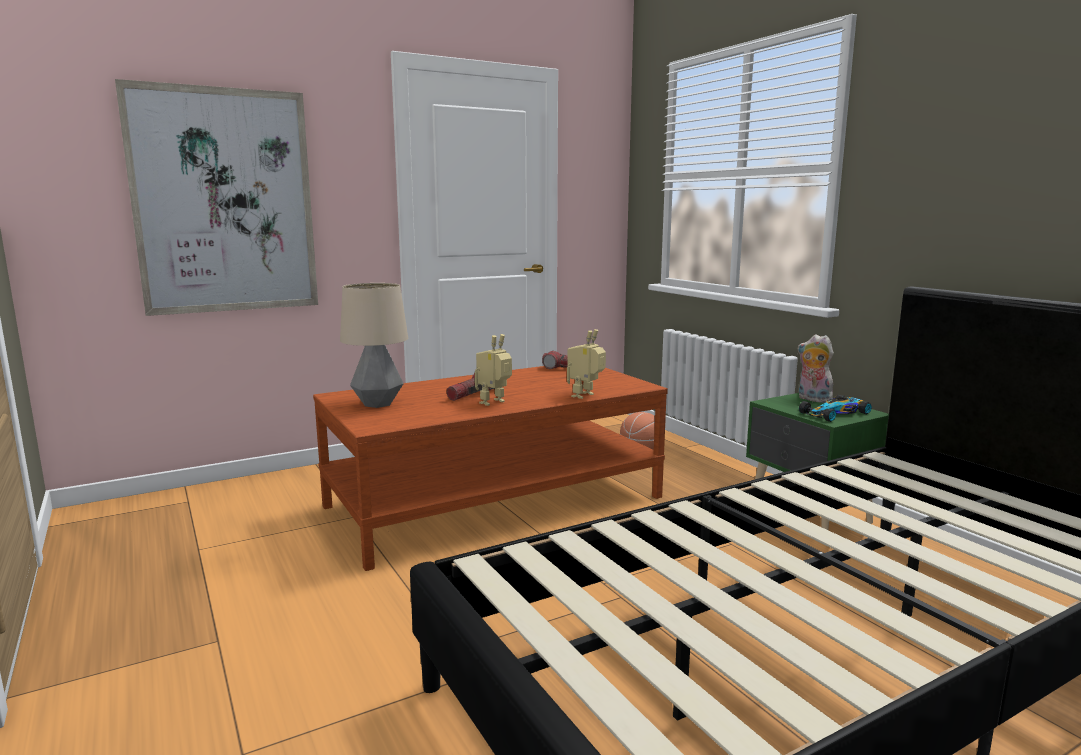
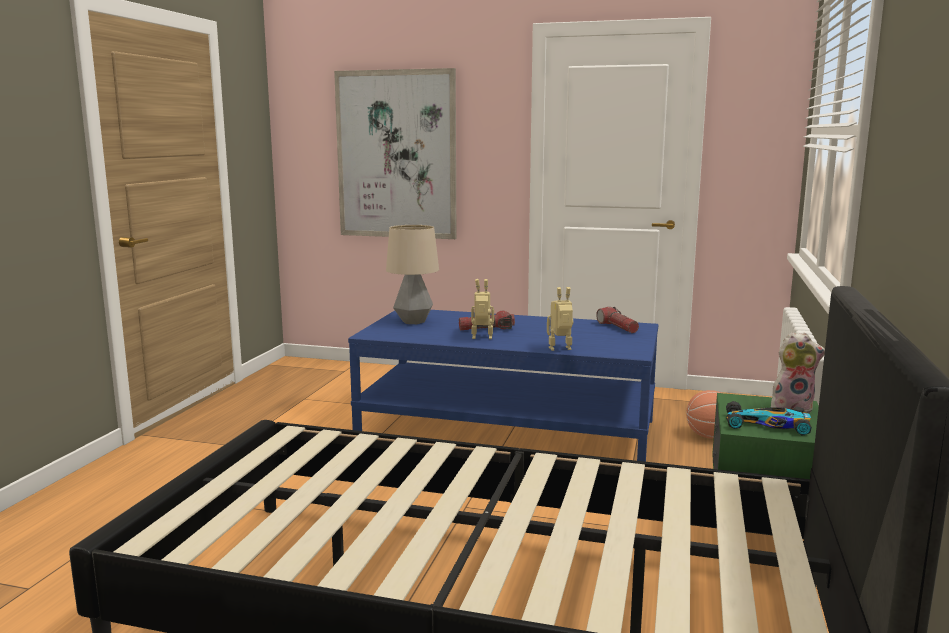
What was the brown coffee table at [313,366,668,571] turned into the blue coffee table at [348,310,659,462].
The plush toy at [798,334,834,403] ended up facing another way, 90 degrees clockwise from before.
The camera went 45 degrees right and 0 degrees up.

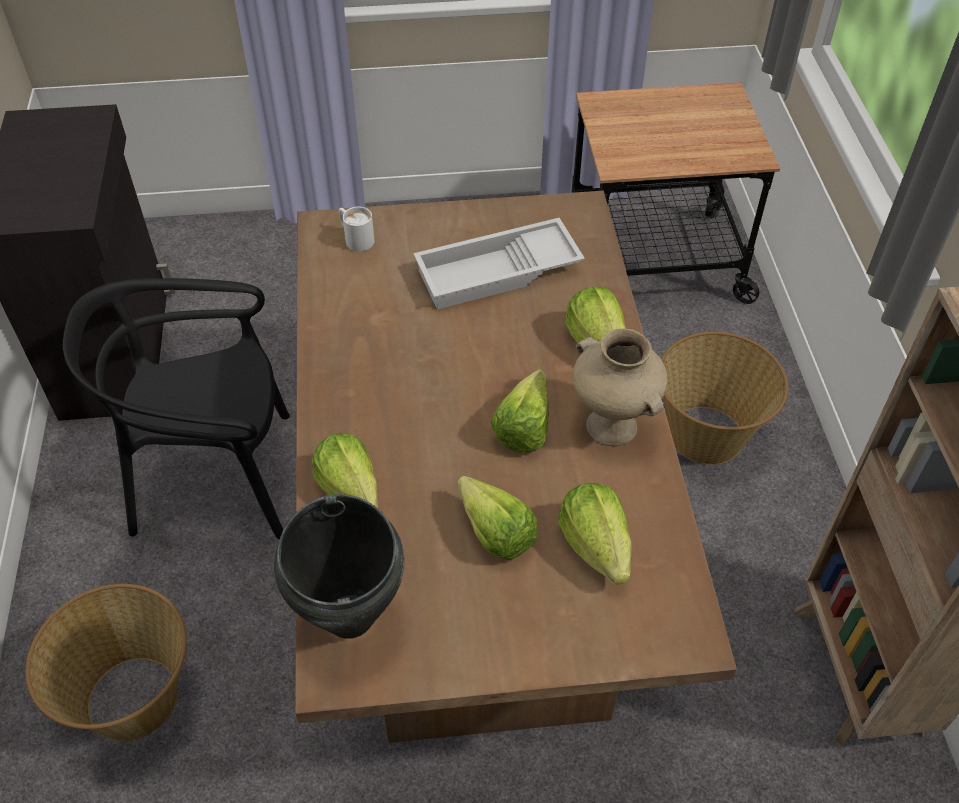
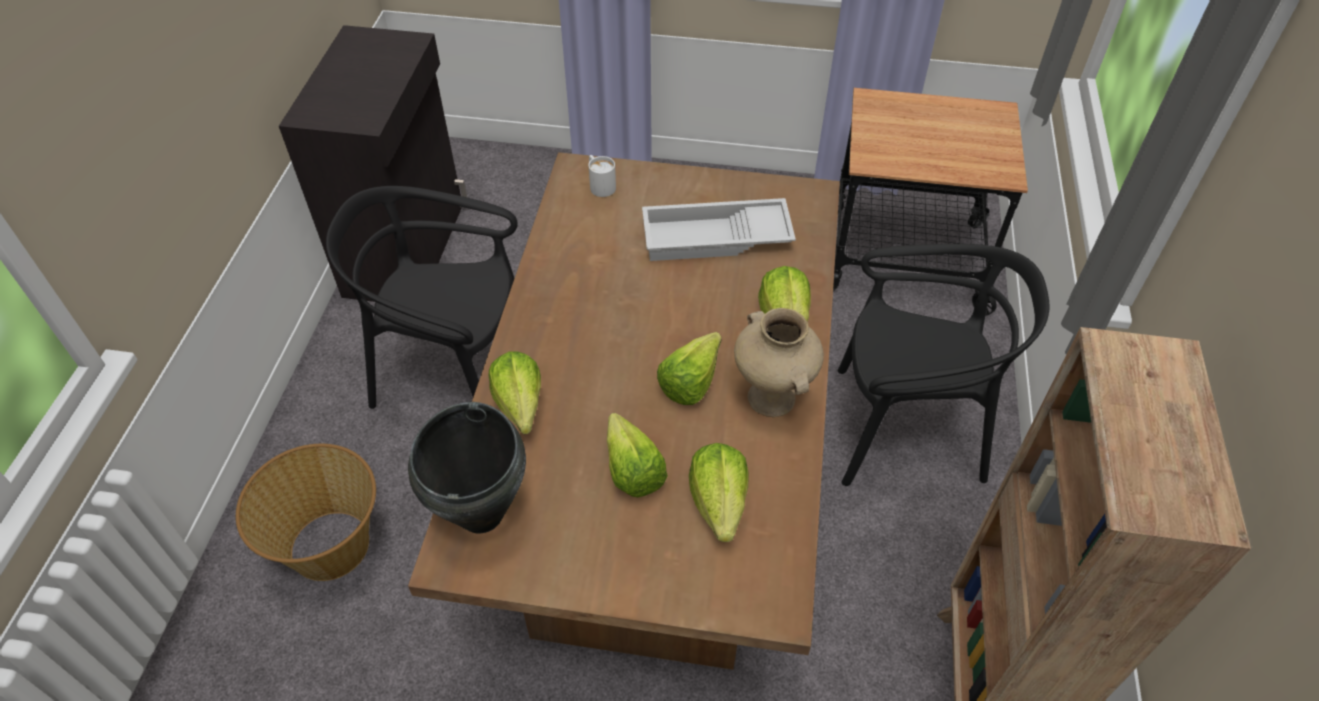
Where the basket stood at [661,332,788,465], the black chair came to stand at [837,244,1050,486].
The camera went 15 degrees right and 0 degrees up.

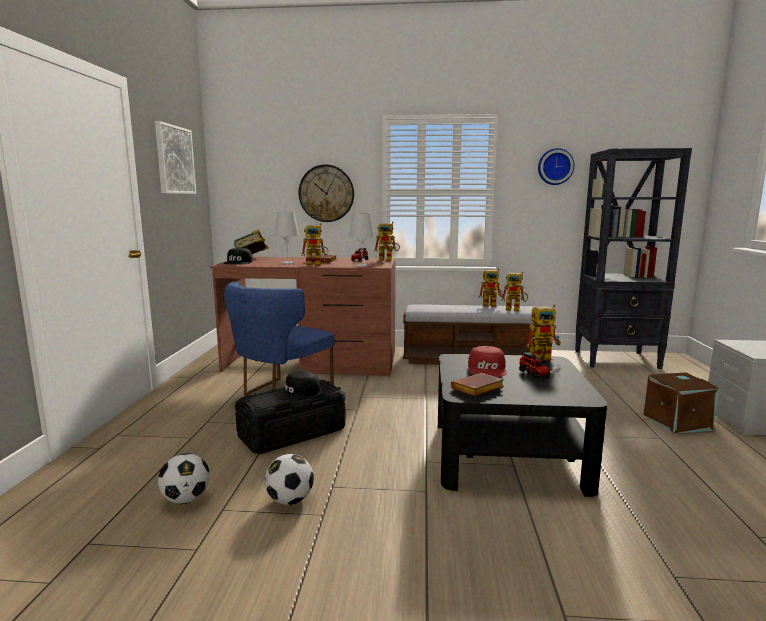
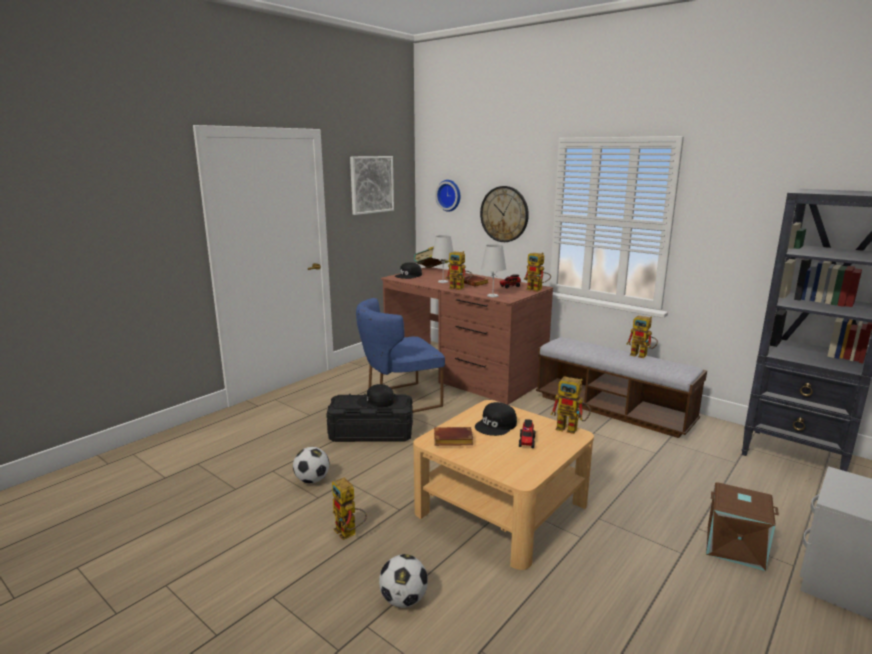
The toy robot ended up elsewhere, having gone from [501,272,528,311] to [332,478,367,540].
The football ended up elsewhere, having gone from [158,453,210,504] to [379,554,428,608].
What was the black coffee table at [438,354,608,497] turned into the beige coffee table at [413,400,594,570].
The wall clock ended up elsewhere, having gone from [538,148,574,185] to [435,180,460,212].
What was the red cap at [468,346,507,377] turned into the black cap at [475,402,517,436].
The camera went 35 degrees right and 5 degrees up.

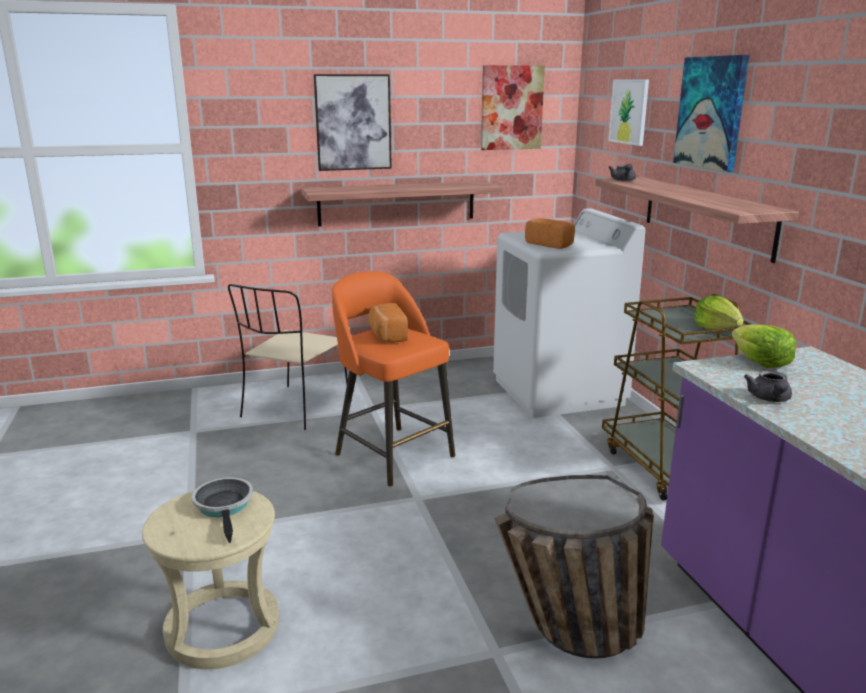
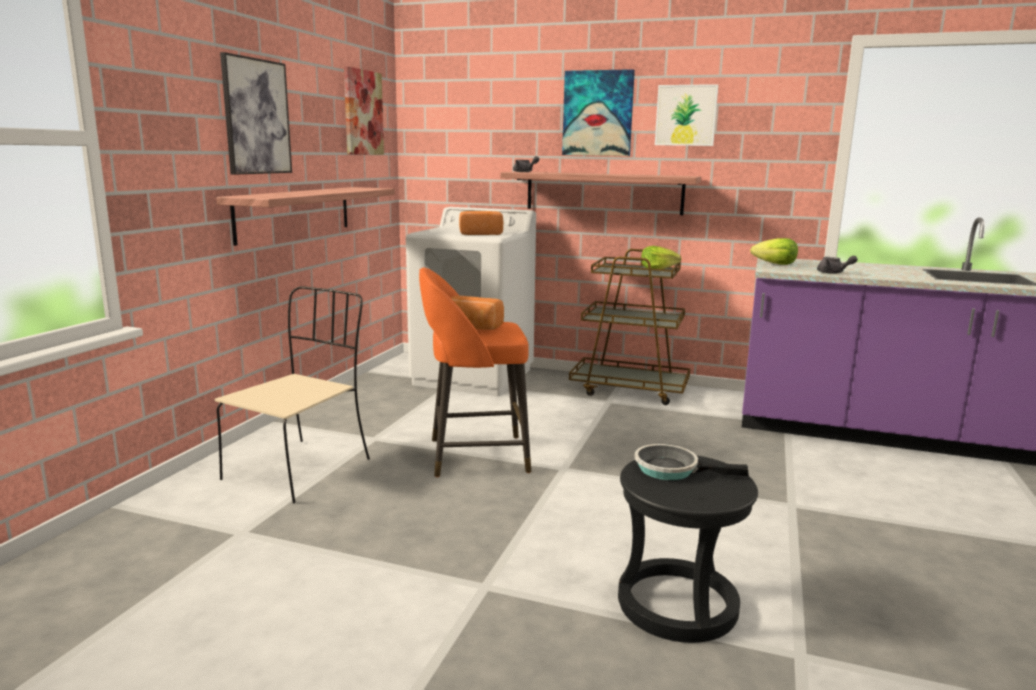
The beige chair at [228,284,348,430] ended up facing another way, 120 degrees counterclockwise from before.
What was the beige stool at [142,491,279,669] turned into the black stool at [618,456,758,643].
The picture ended up elsewhere, having gone from [608,80,649,146] to [655,84,718,146].
The second view lost the basket at [494,475,653,659].
The camera went 55 degrees left and 5 degrees down.

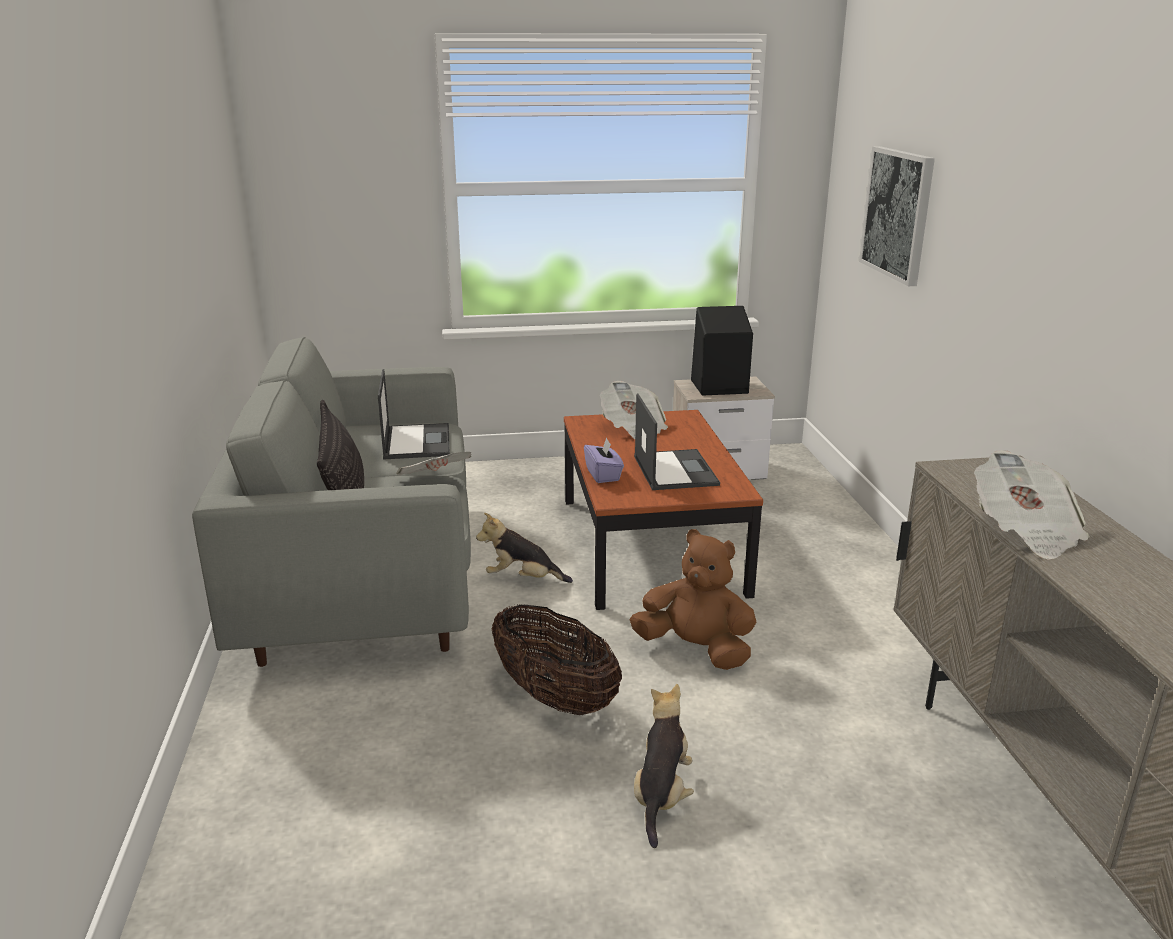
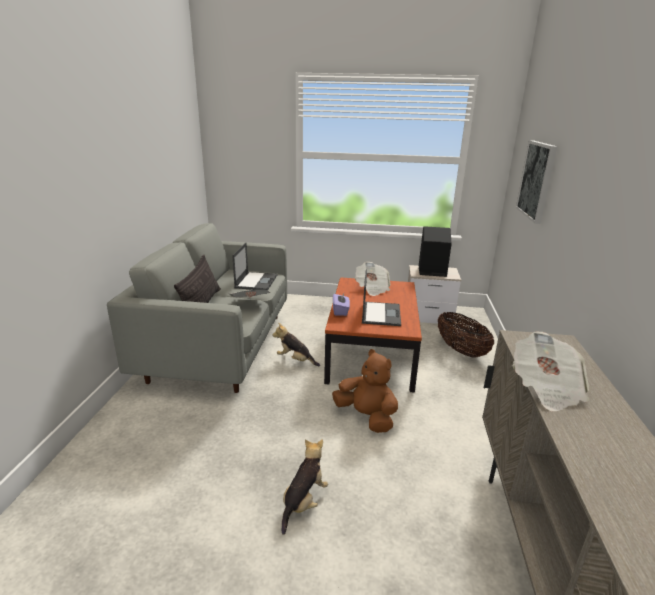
The basket ended up elsewhere, having gone from [492,604,622,715] to [437,312,494,358].
The camera went 15 degrees right and 0 degrees up.

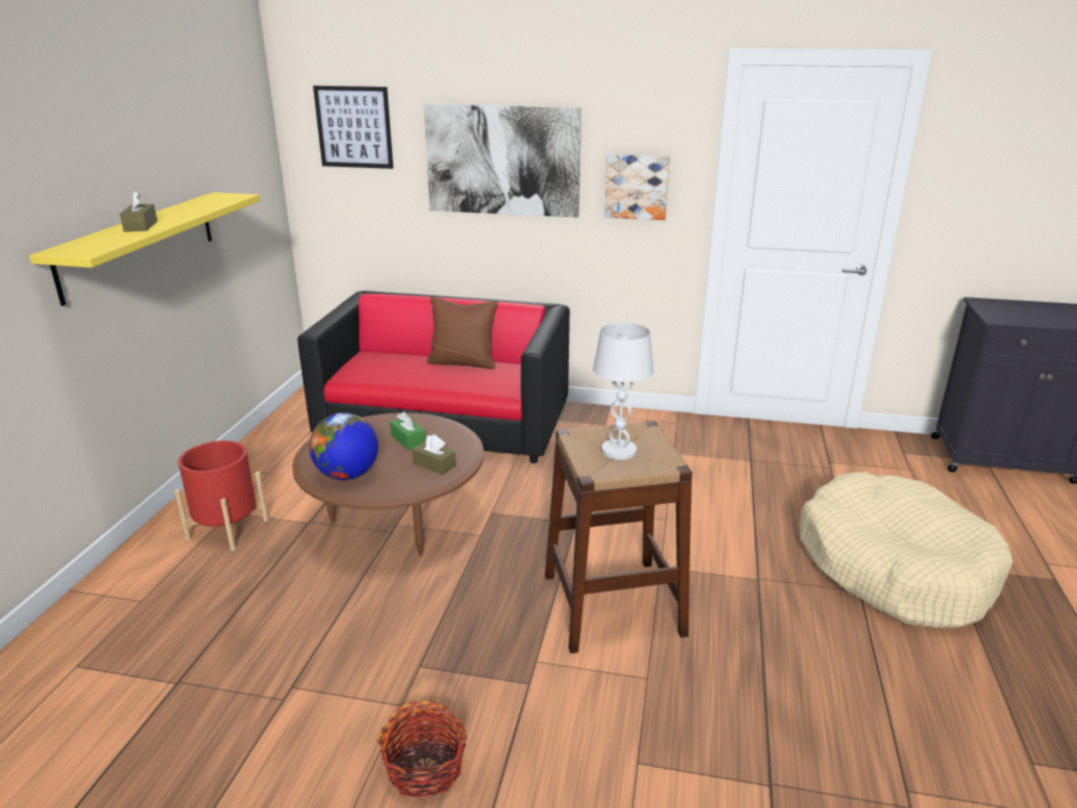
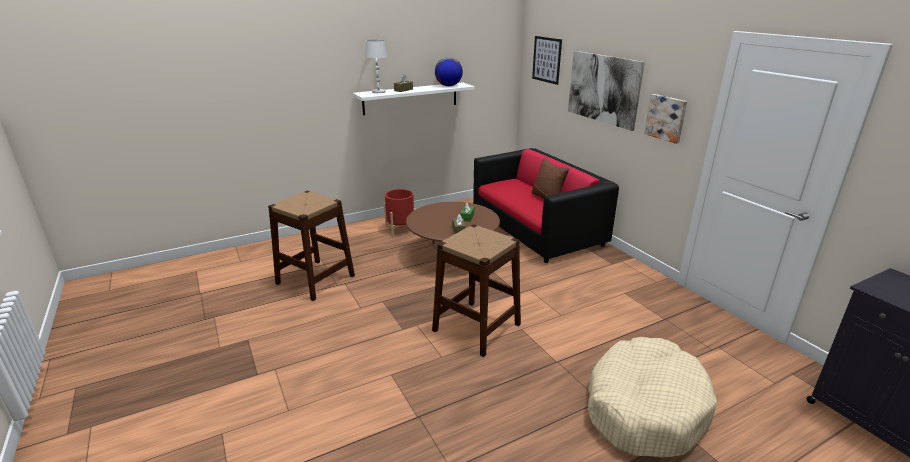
The second view gained the brown stool at [268,191,355,301].
What was the yellow shelf at [29,192,260,306] turned into the white shelf at [353,82,475,115].
The white table lamp ended up elsewhere, having gone from [593,323,654,460] to [365,40,388,93].
The globe ended up elsewhere, having gone from [309,413,378,480] to [435,57,463,86].
The second view lost the basket at [377,700,467,800].
The camera went 50 degrees right and 0 degrees up.

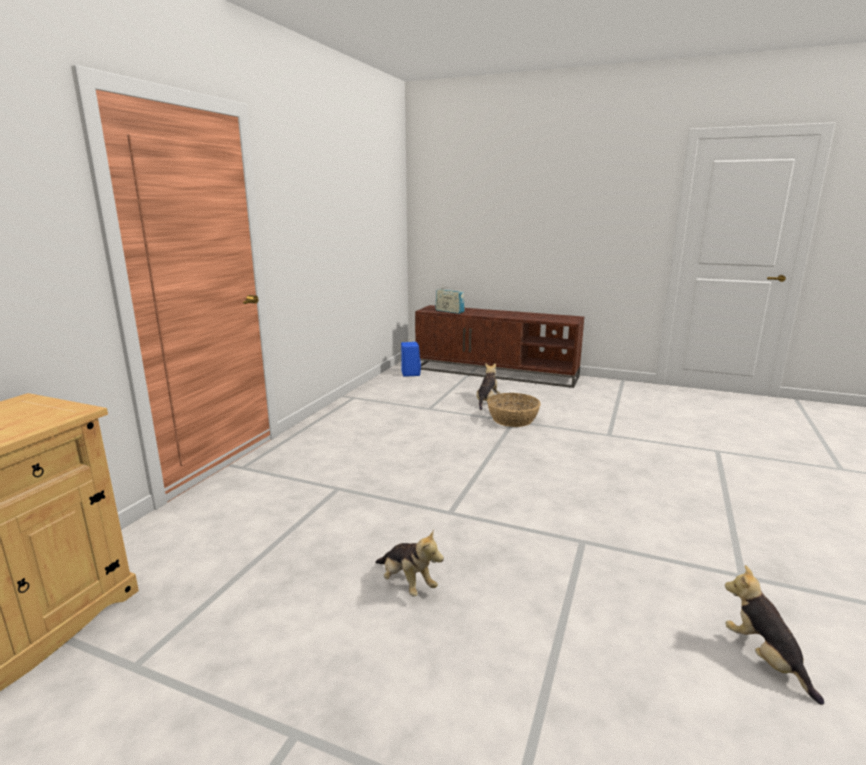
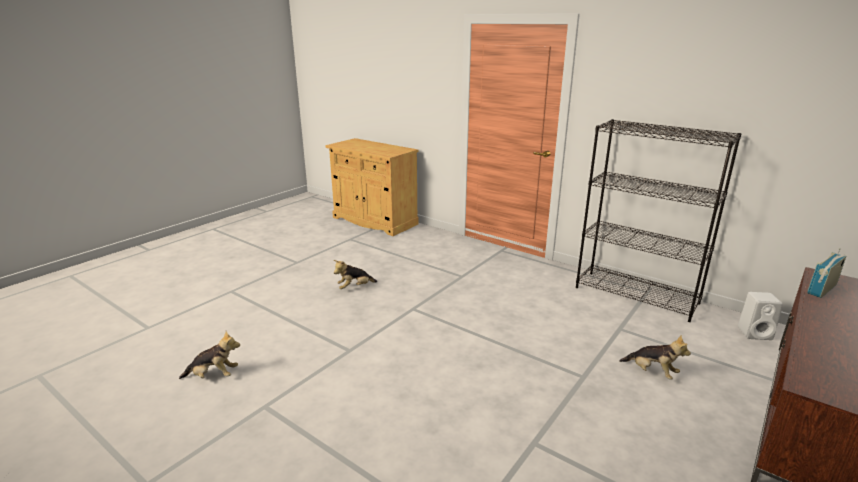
The second view gained the black bookcase at [576,119,741,322].
What was the blue speaker at [401,342,421,377] turned into the white speaker at [738,292,782,340].
The second view lost the basket at [487,393,541,427].
The camera went 105 degrees right and 5 degrees up.

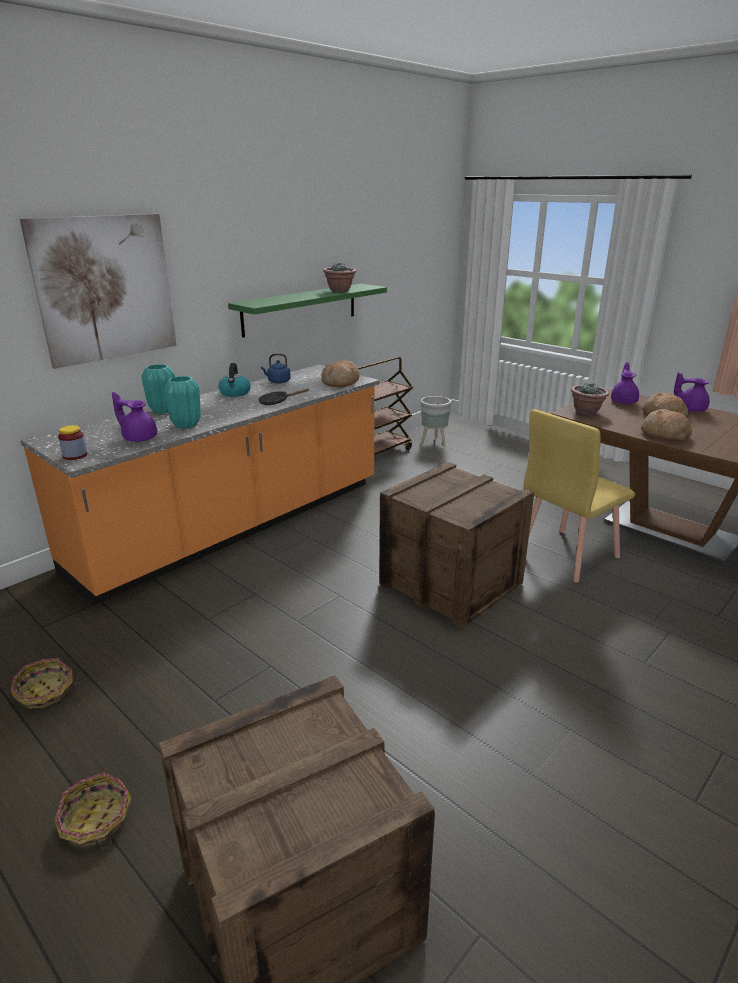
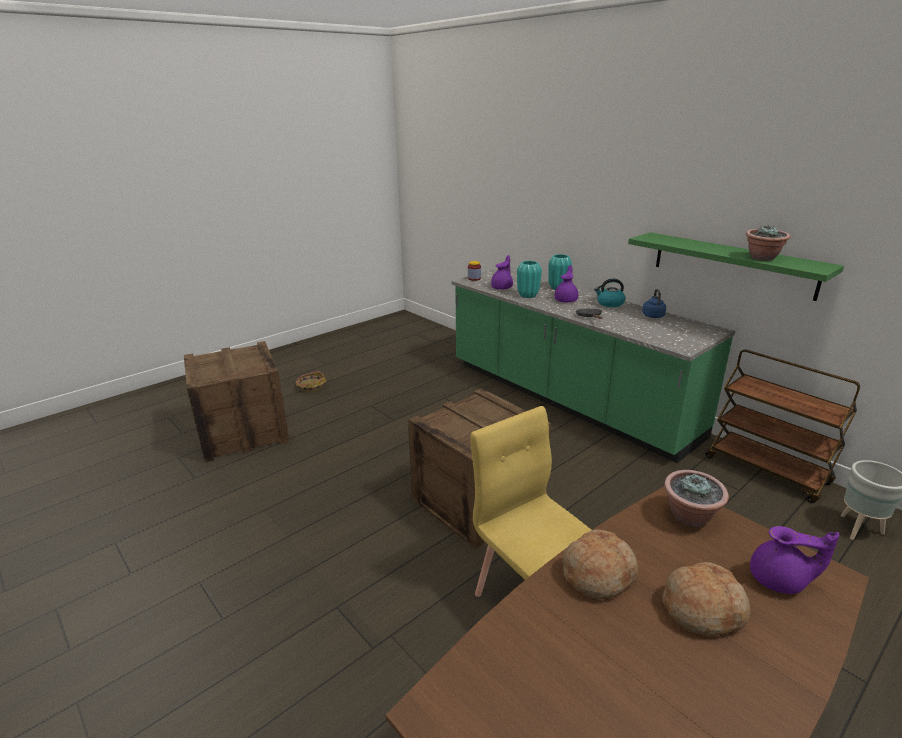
What was the orange counter at [20,365,379,606] turned into the green counter at [452,268,735,463].
The purple teapot ended up elsewhere, having gone from [674,372,710,412] to [555,265,578,303].
The second view lost the basket at [11,658,80,709].
The second view lost the picture at [20,214,177,369].
The second view lost the bread at [321,360,360,388].
The camera went 95 degrees right and 0 degrees up.

